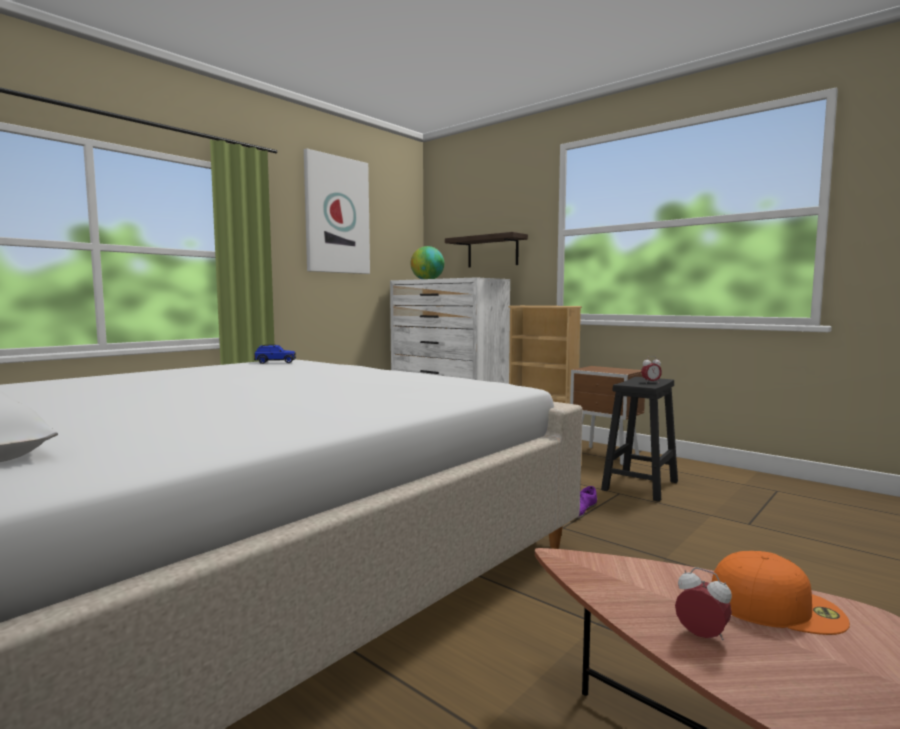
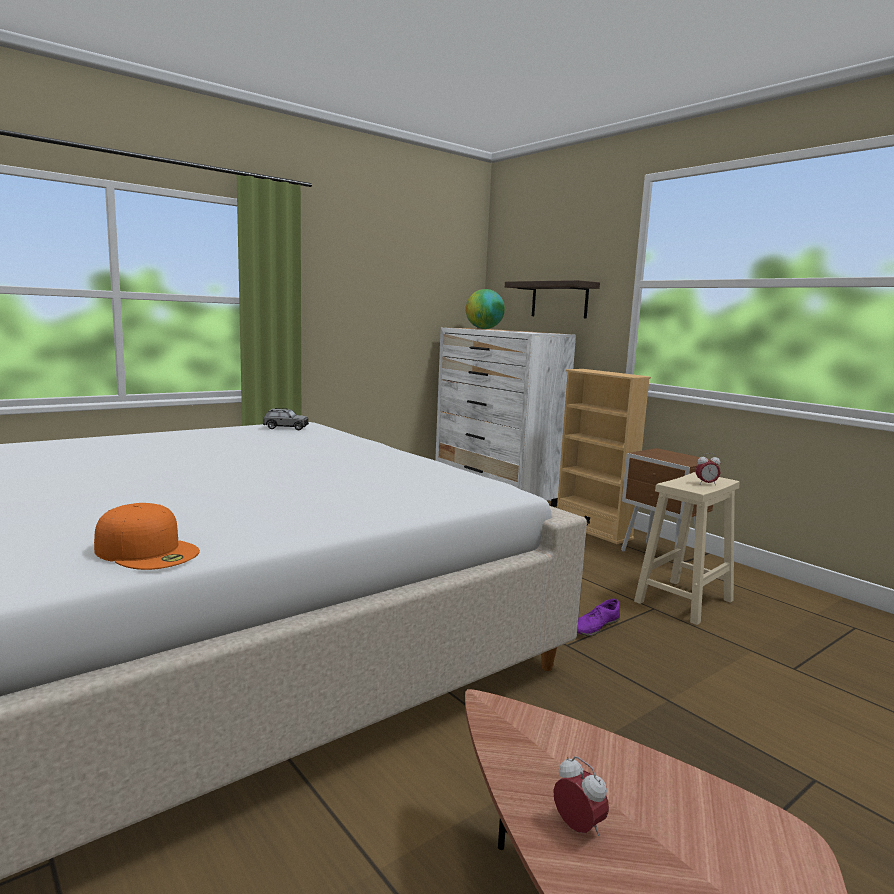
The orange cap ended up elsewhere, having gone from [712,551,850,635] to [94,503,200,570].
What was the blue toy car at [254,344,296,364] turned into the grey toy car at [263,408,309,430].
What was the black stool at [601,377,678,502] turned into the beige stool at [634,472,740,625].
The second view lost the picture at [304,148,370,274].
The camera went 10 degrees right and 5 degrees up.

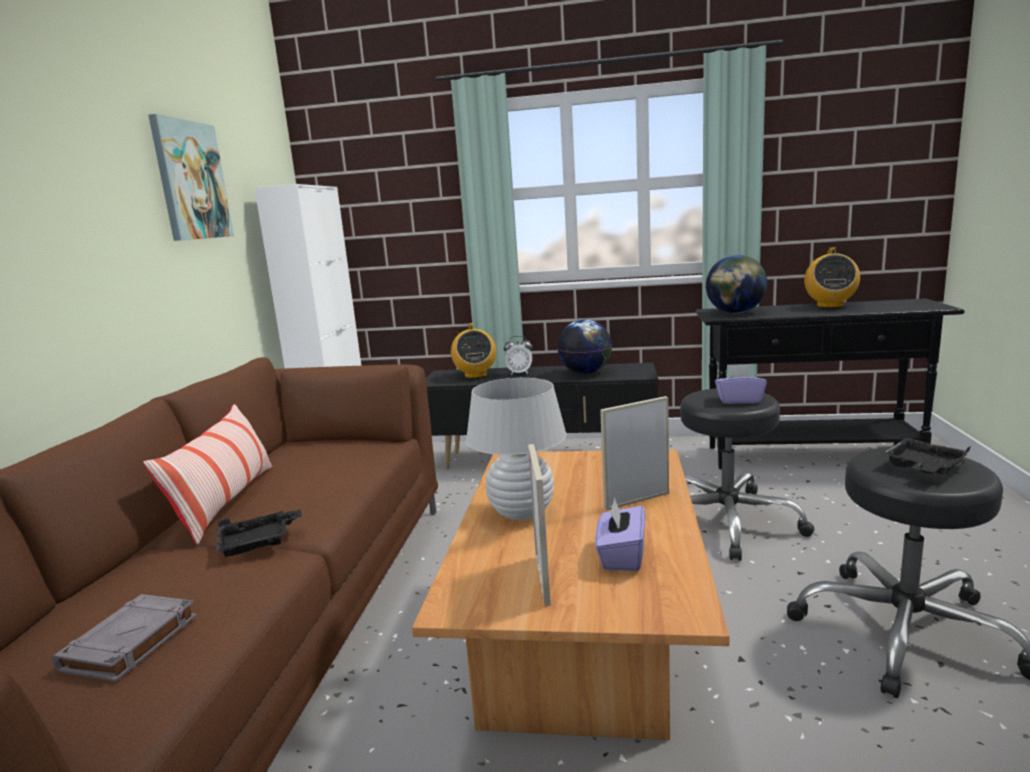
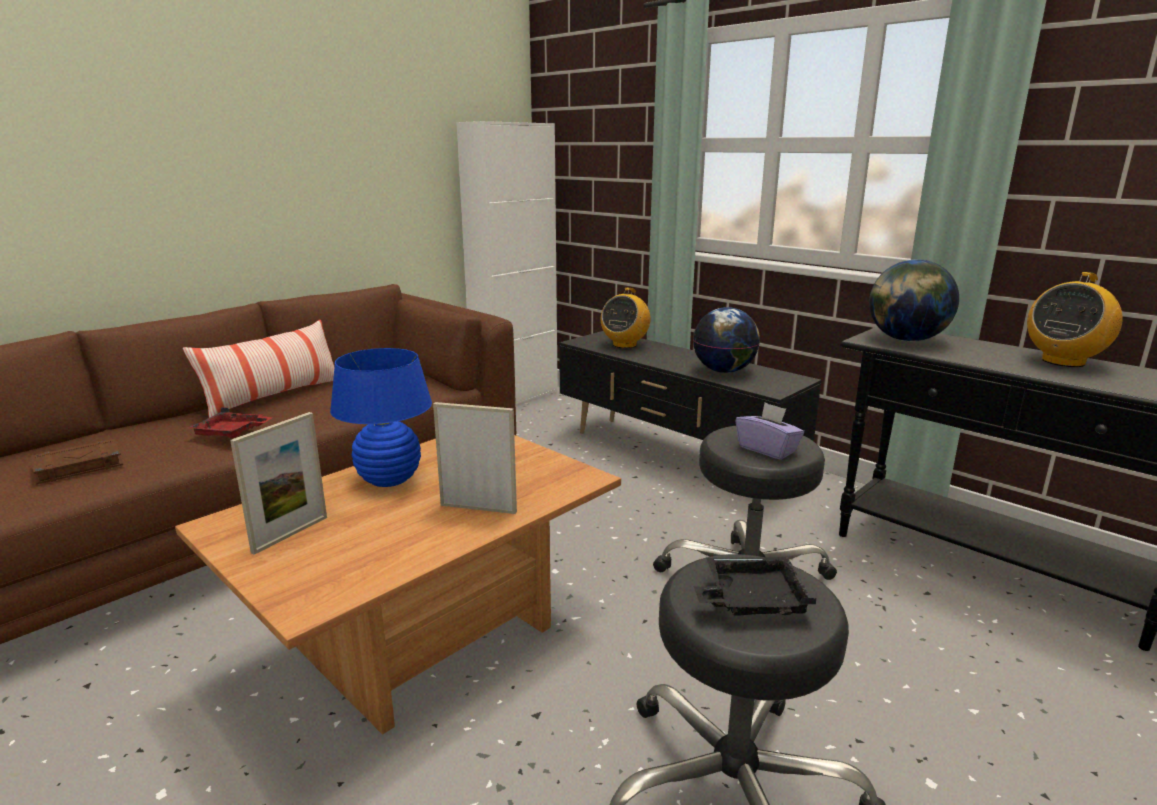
What was the grey book at [52,594,197,682] turned into the brown book at [31,439,123,484].
What was the black tray at [216,509,302,557] turned into the red tray at [188,407,273,438].
What was the white table lamp at [466,378,567,520] turned into the blue table lamp at [330,348,432,487].
The second view lost the picture at [148,114,234,241].
The second view lost the alarm clock at [504,336,532,375].
The second view lost the purple tissue box at [595,497,645,571].
The camera went 35 degrees right and 5 degrees up.

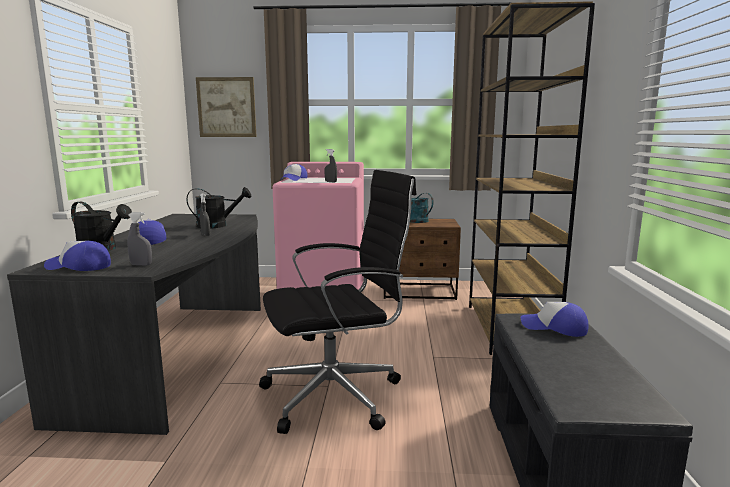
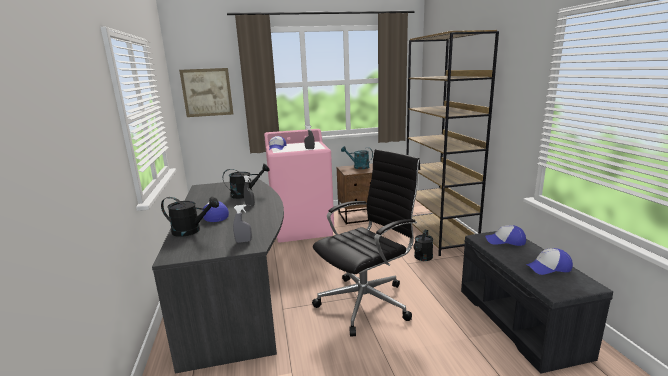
The second view gained the black watering can at [413,230,433,261].
The cap ended up elsewhere, having gone from [44,241,111,271] to [526,248,573,275].
The camera went 15 degrees left and 5 degrees up.

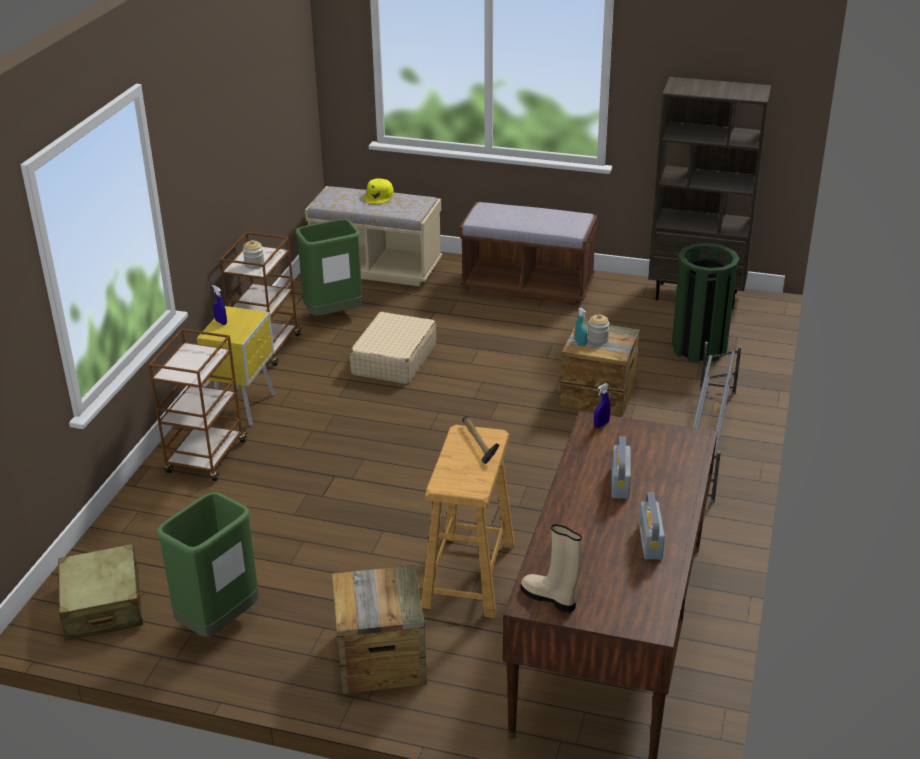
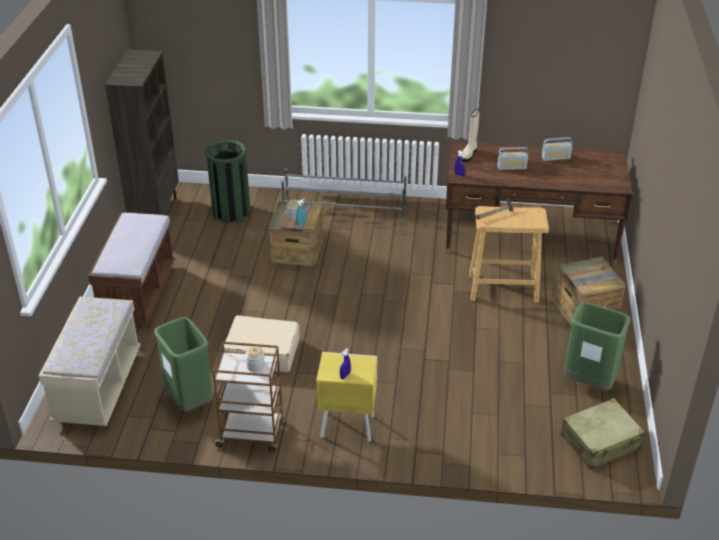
The beige boot ended up elsewhere, having gone from [521,524,582,612] to [461,109,480,162].
The second view lost the brown cart at [148,329,248,481].
The second view lost the yellow cap at [363,179,394,204].
The camera went 100 degrees left and 5 degrees up.

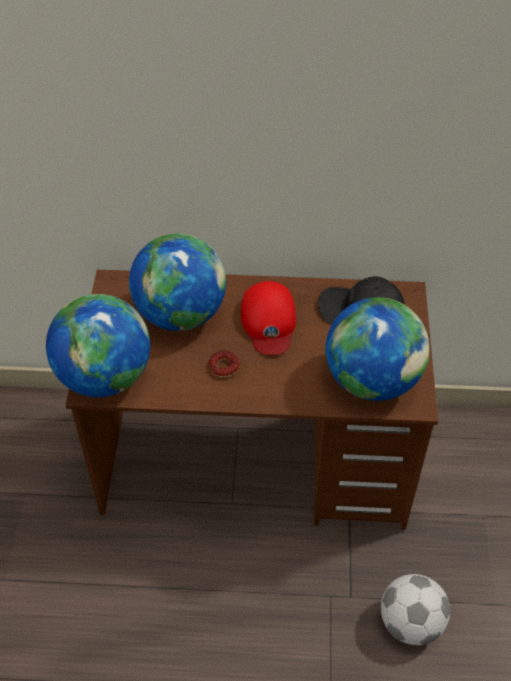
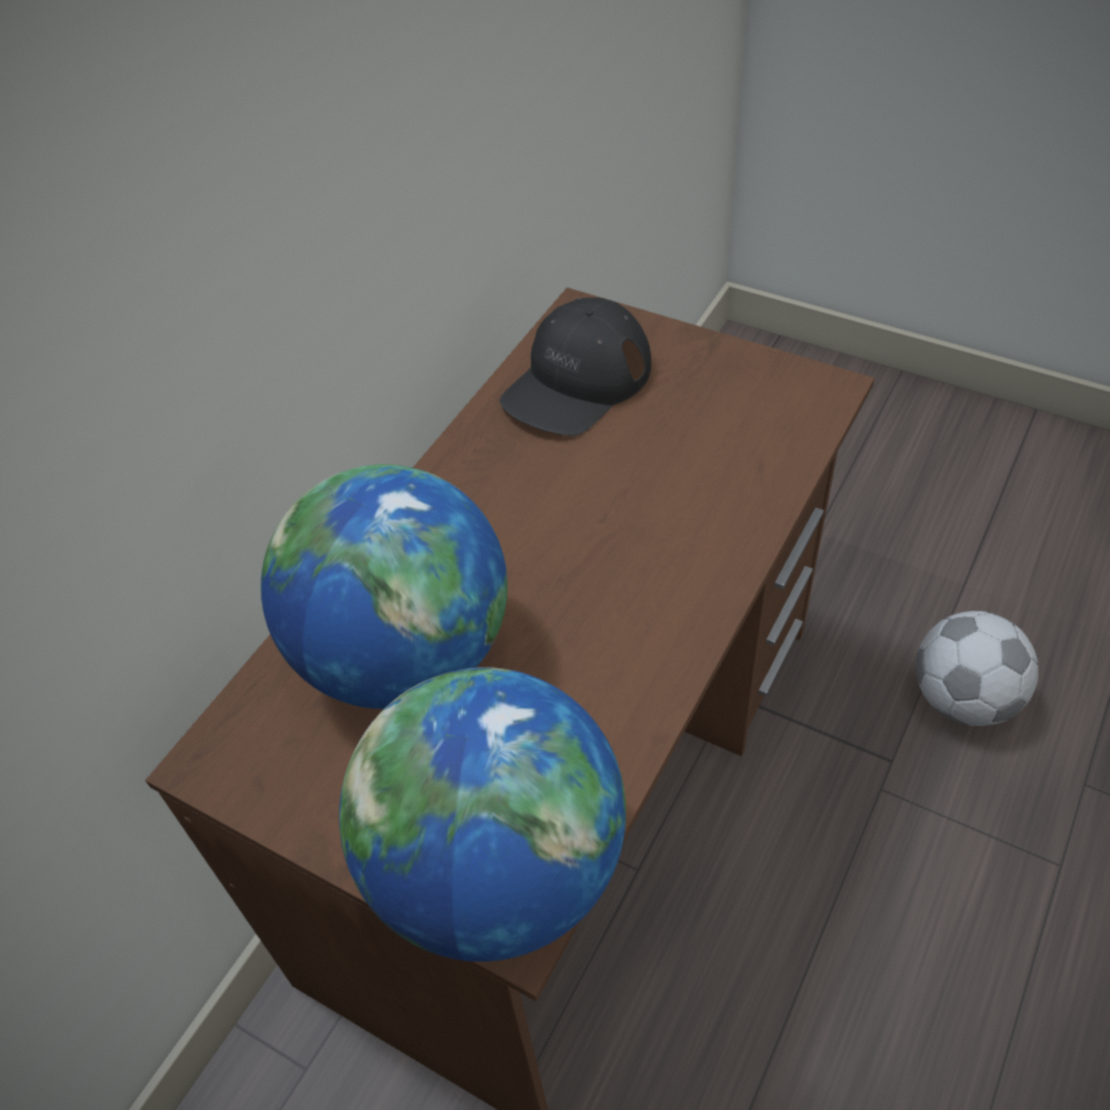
The second view lost the donut at [208,351,240,377].
The second view lost the red cap at [241,281,296,355].
The second view lost the globe at [326,297,430,401].
The camera went 60 degrees left and 0 degrees up.

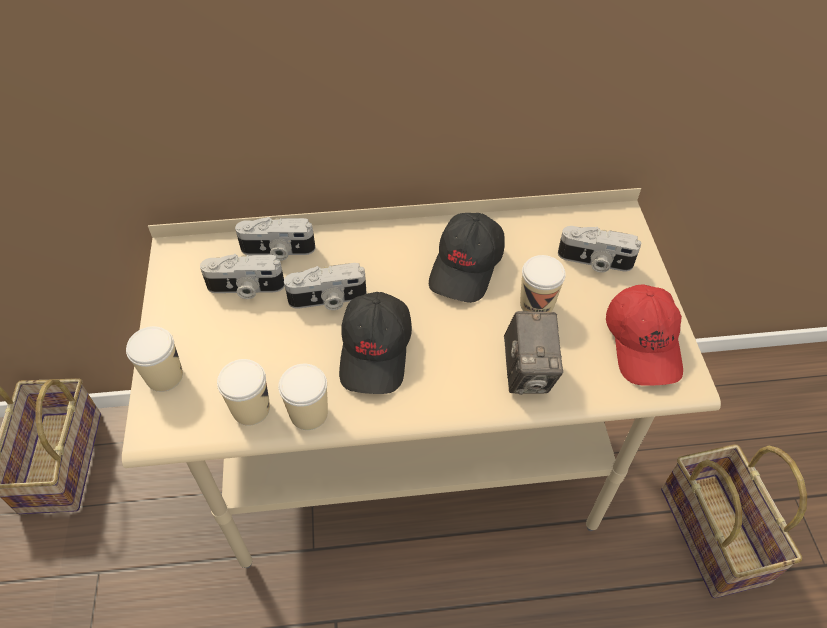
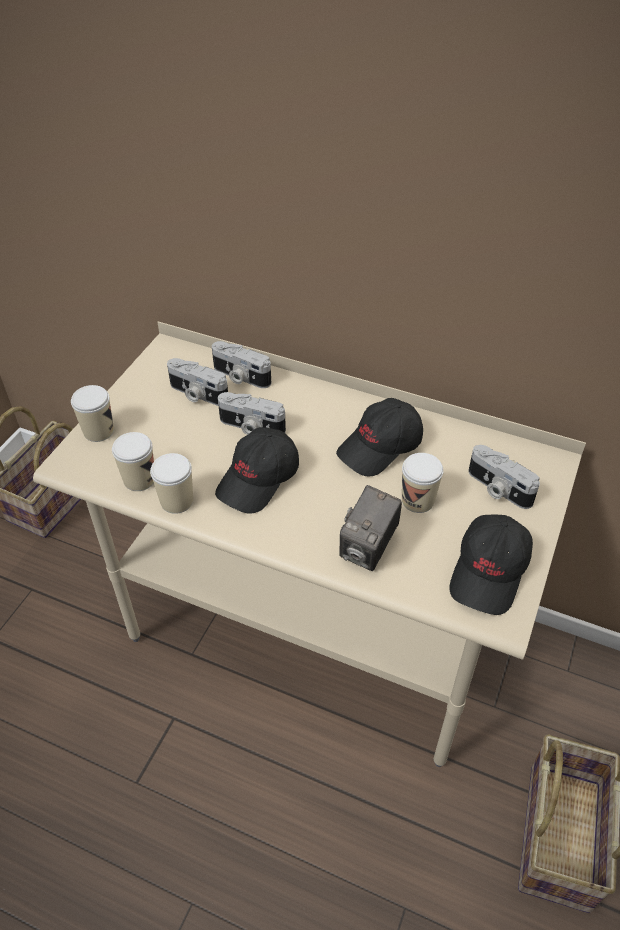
What was the red cap at [606,285,683,386] turned into the black cap at [450,514,533,615].
The camera went 30 degrees right and 5 degrees down.

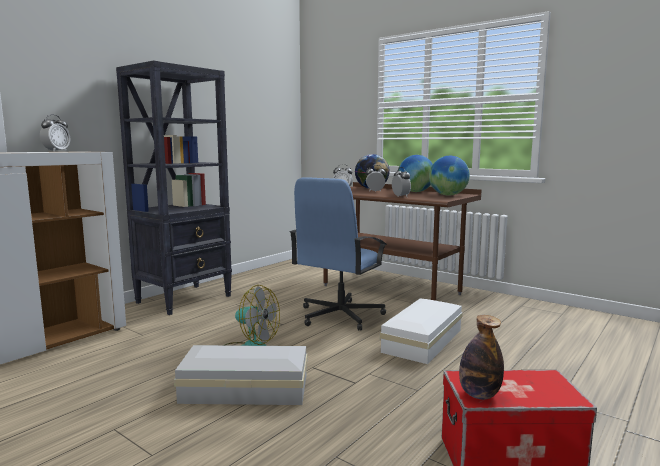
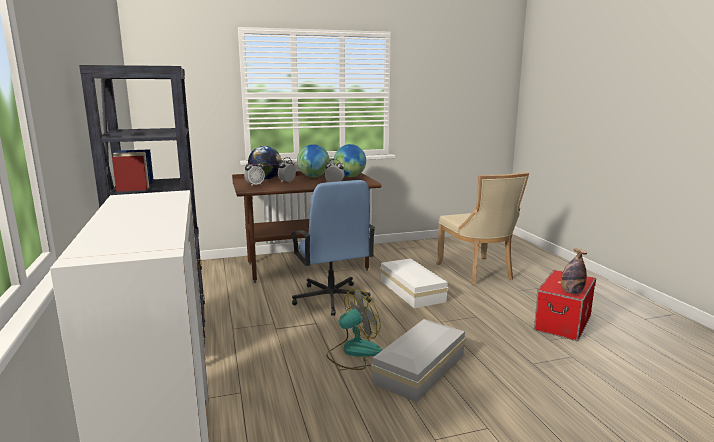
The second view gained the beige chair at [436,172,529,285].
The second view lost the alarm clock at [40,114,70,152].
The camera went 55 degrees left and 5 degrees up.

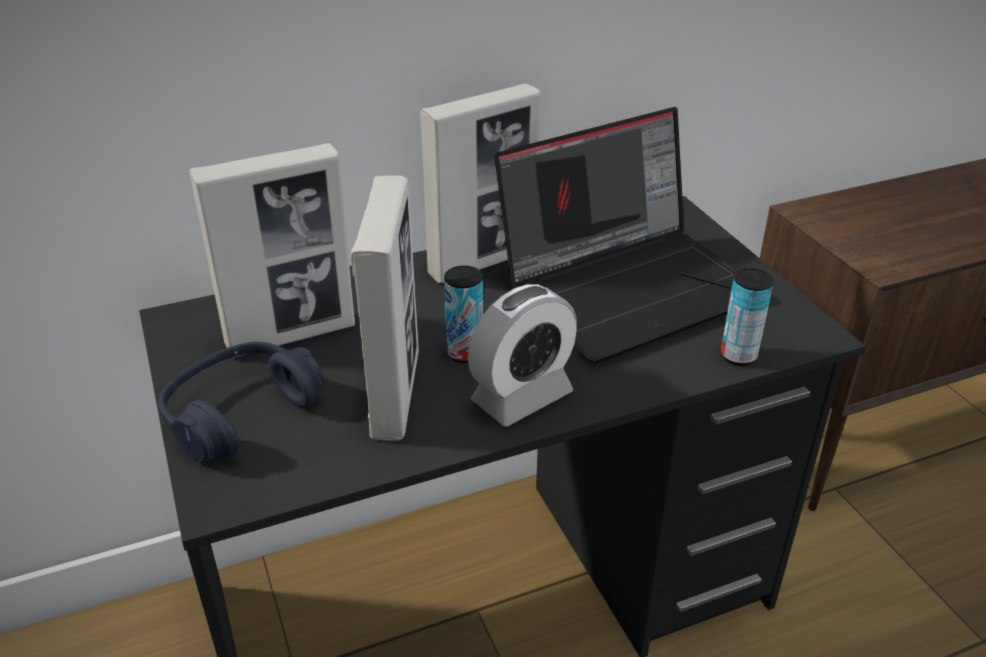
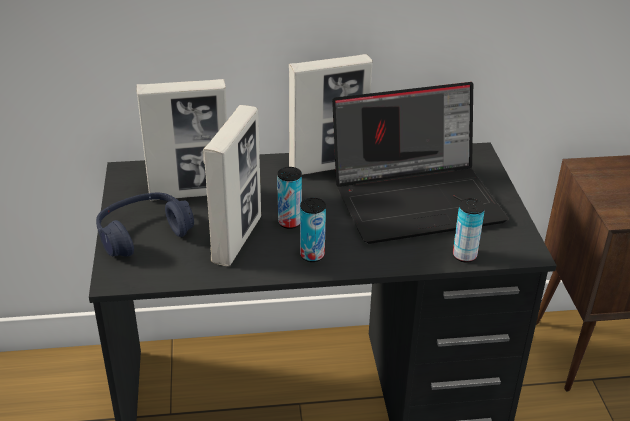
Where the alarm clock stood at [468,284,577,426], the can came to stand at [300,198,326,262].
The camera went 15 degrees right and 0 degrees up.

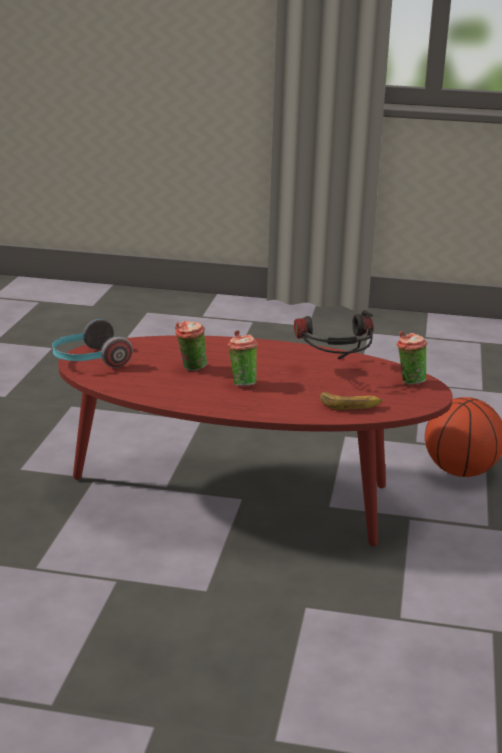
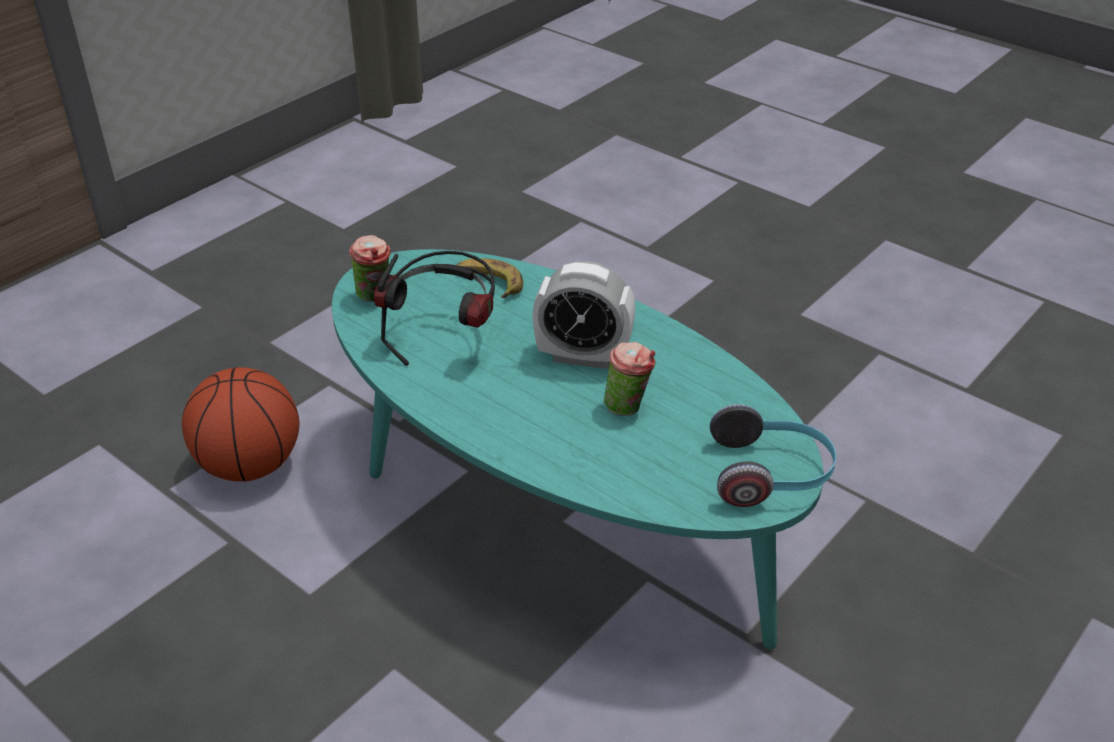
What was the red coffee table at [58,335,453,547] turned into the turquoise coffee table at [332,249,824,650].
Where the cup stood at [227,330,258,386], the alarm clock came to stand at [532,261,635,369].
The camera went 150 degrees left and 15 degrees up.

